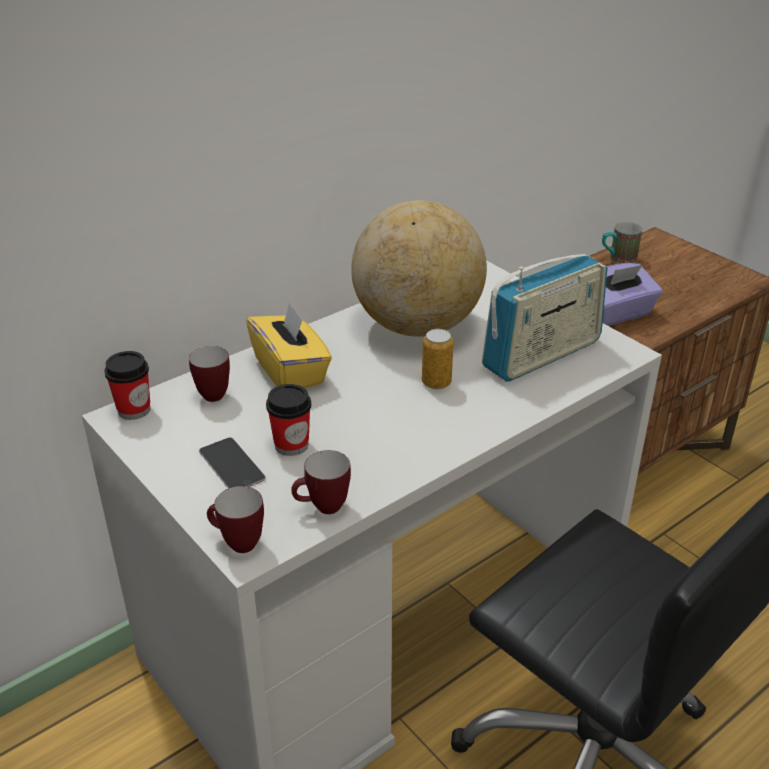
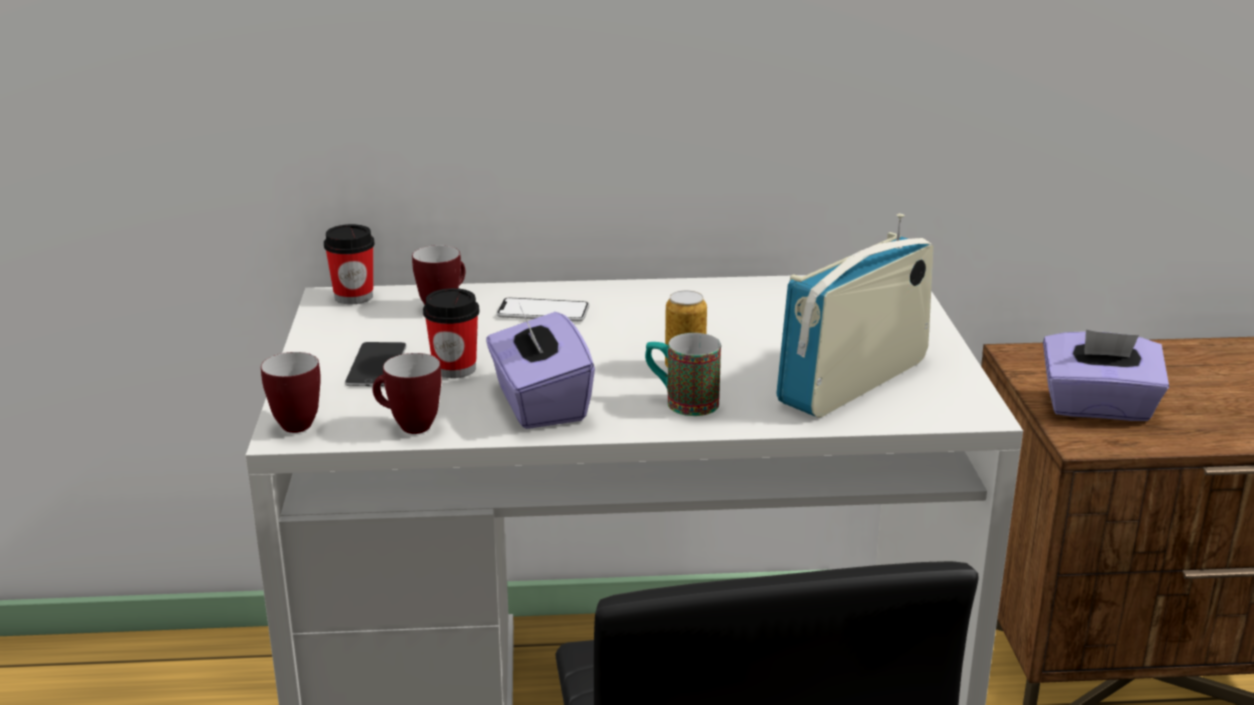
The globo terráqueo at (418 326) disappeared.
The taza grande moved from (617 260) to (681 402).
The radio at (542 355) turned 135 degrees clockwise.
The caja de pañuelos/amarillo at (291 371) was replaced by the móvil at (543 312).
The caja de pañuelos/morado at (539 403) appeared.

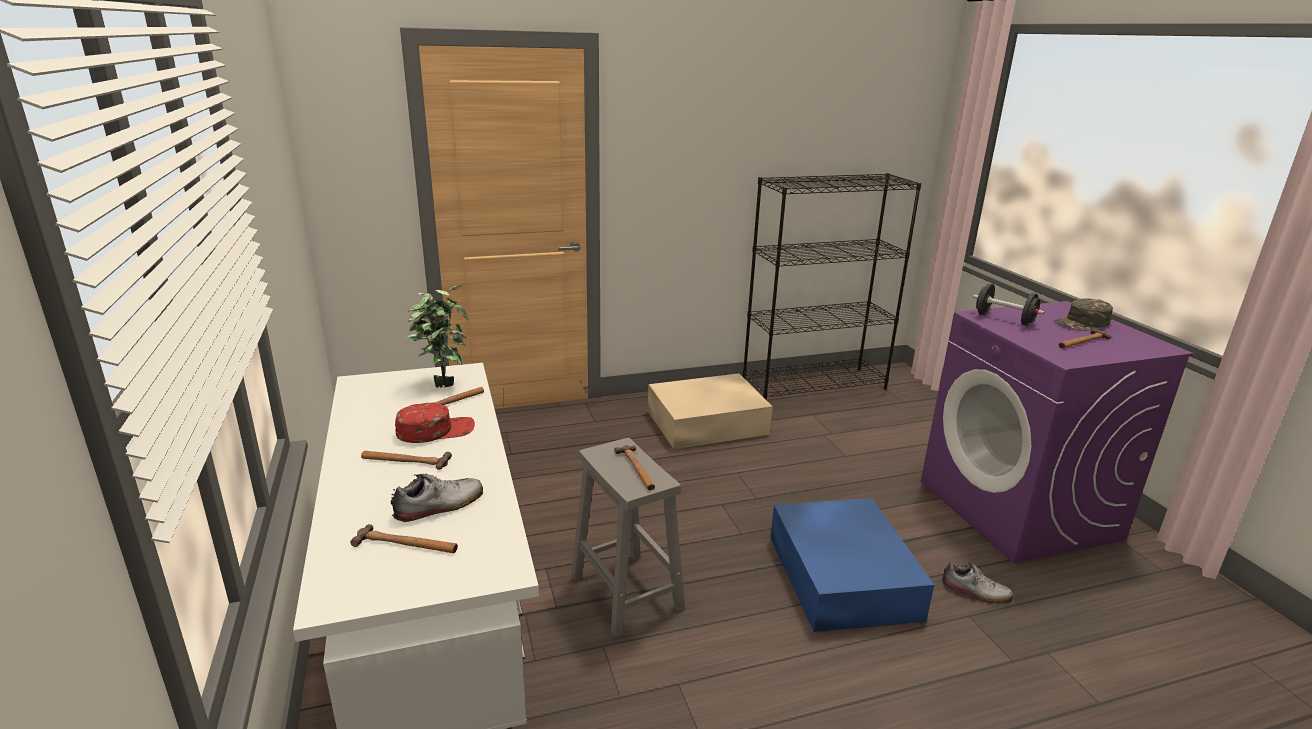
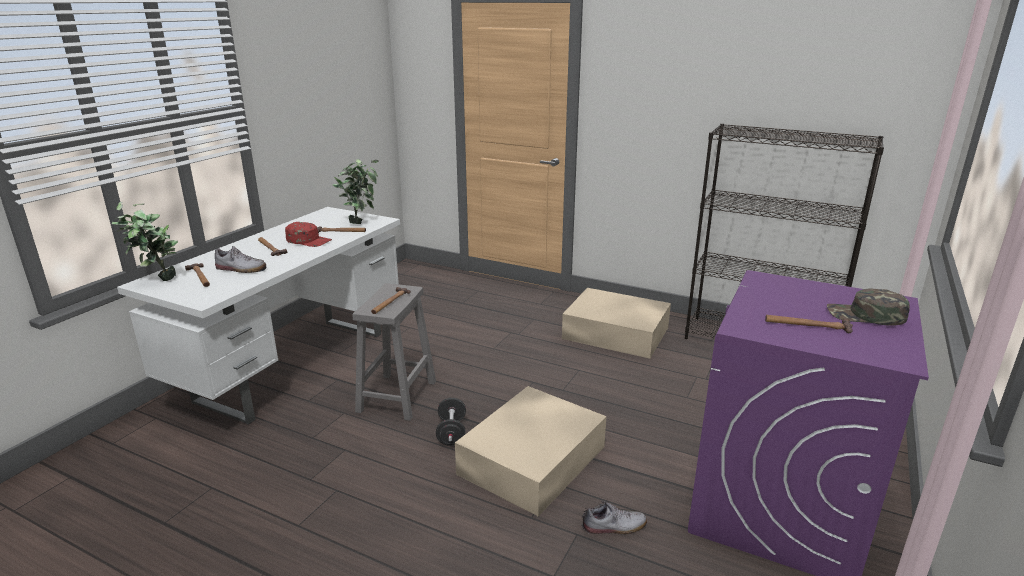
The mancuerna/negro moved from (1004 319) to (451 433).
The caja de almacenaje/azul at (842 575) became the caja de almacenaje/beis at (534 459).
The zapato at (975 591) turned 75 degrees counterclockwise.
The planta en maceta at (157 281) appeared.

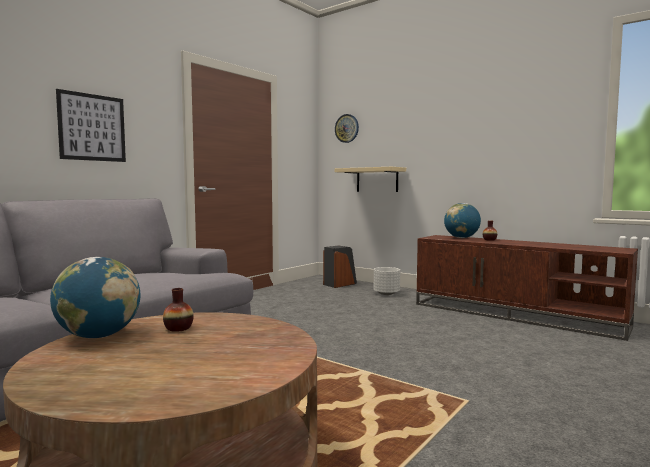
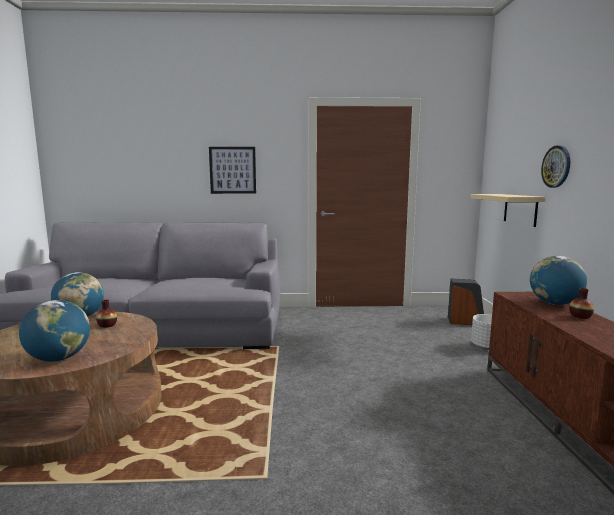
The reloj de pared moved from (347 128) to (556 166).
The globo terráqueo at (59 358) appeared.

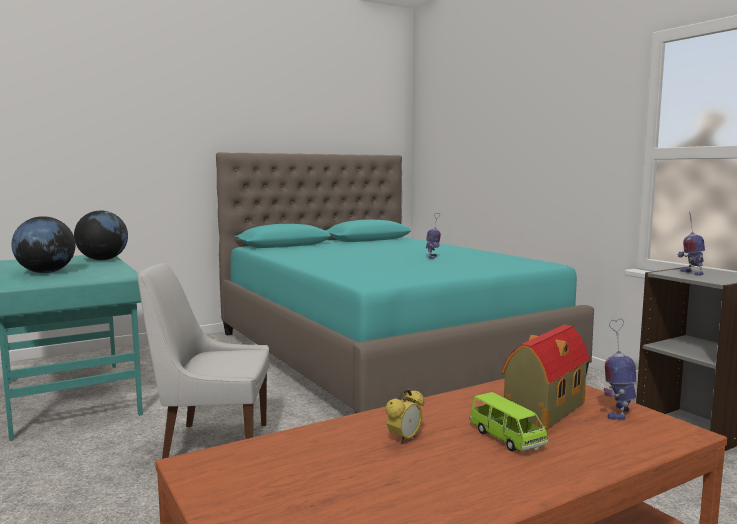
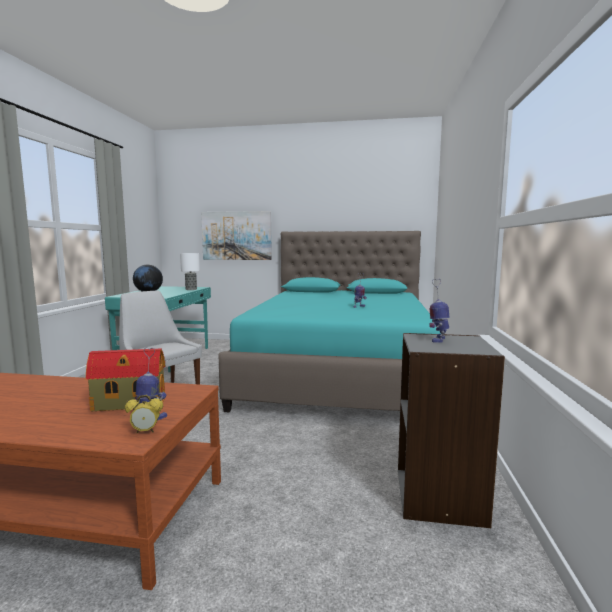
The globo terráqueo at (103 260) was replaced by the lámpara de mesa at (191 289).
The despertador moved from (404 439) to (145 431).
The coche de juguete/verde at (506 438) disappeared.
The cuadro at (236 235) appeared.

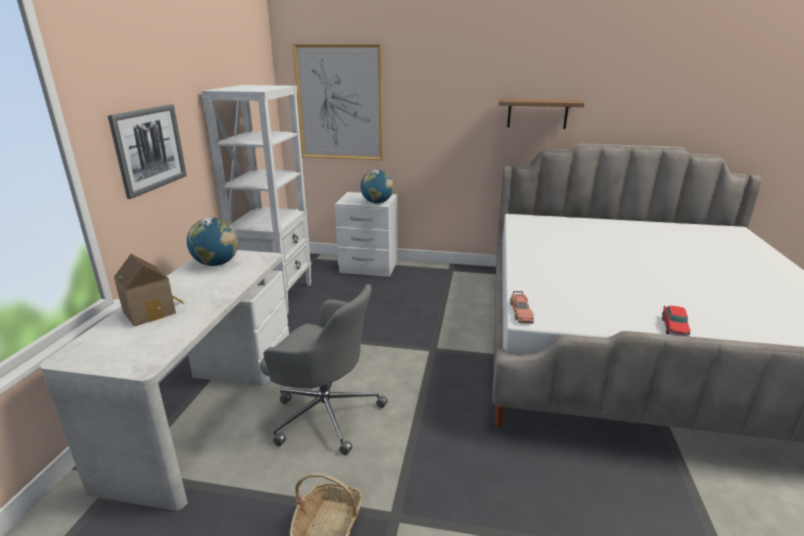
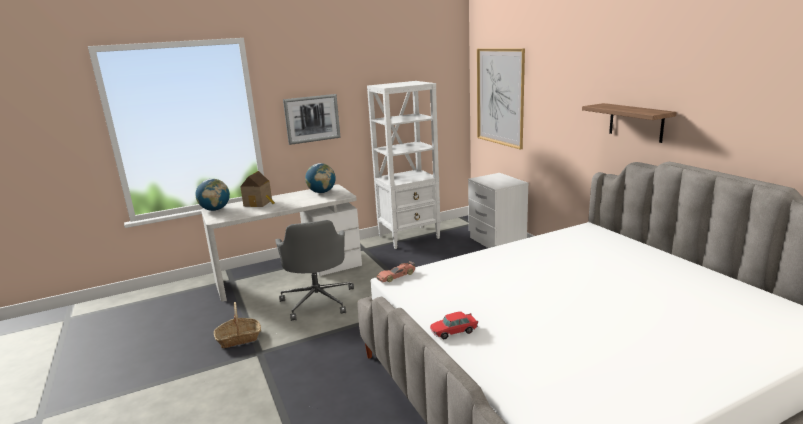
The globo terráqueo moved from (377 202) to (215 209).

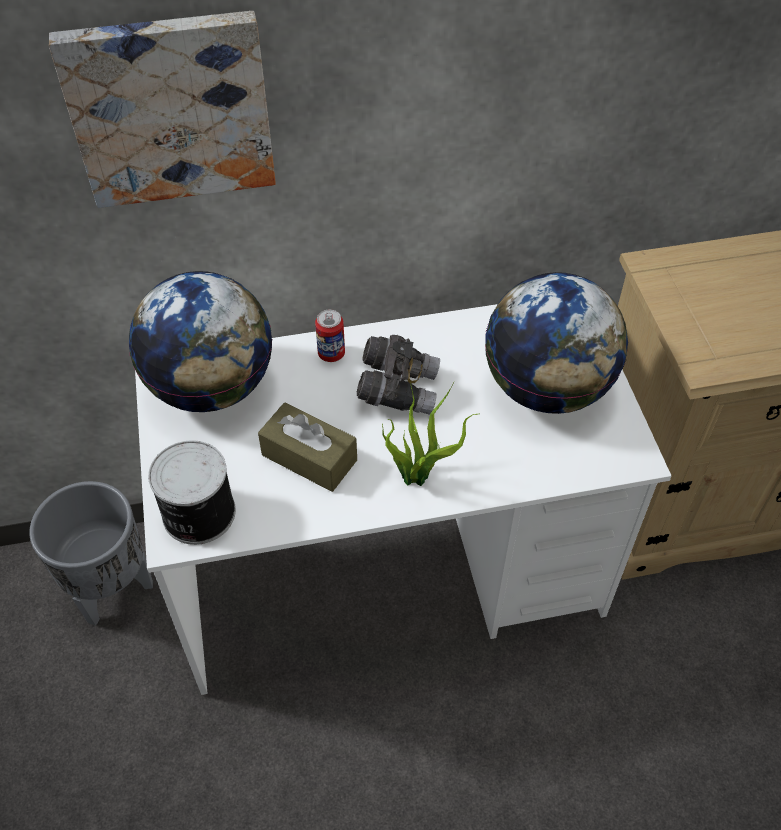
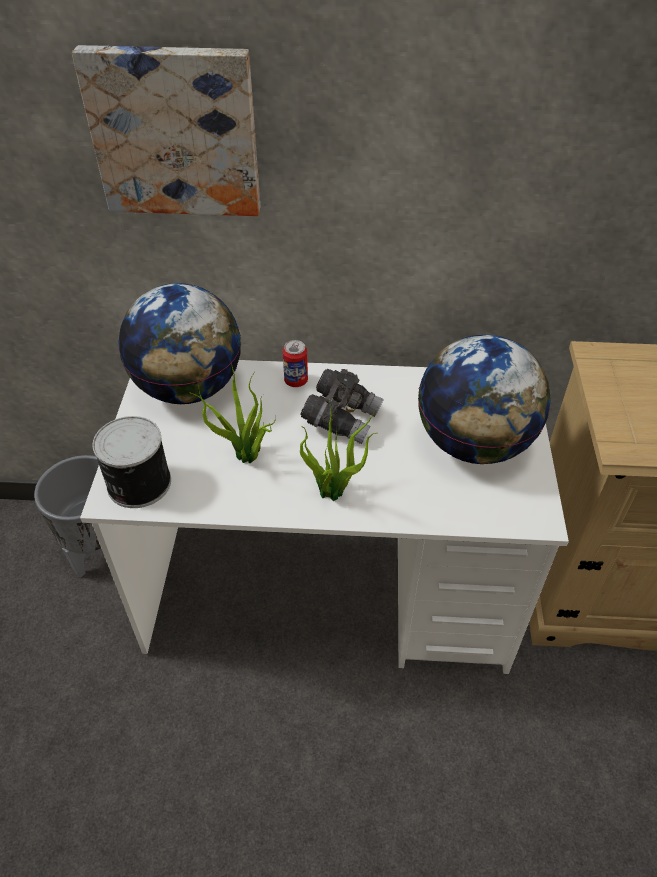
The caja de pañuelos/marrón at (309 457) was replaced by the planta en maceta at (246 458).

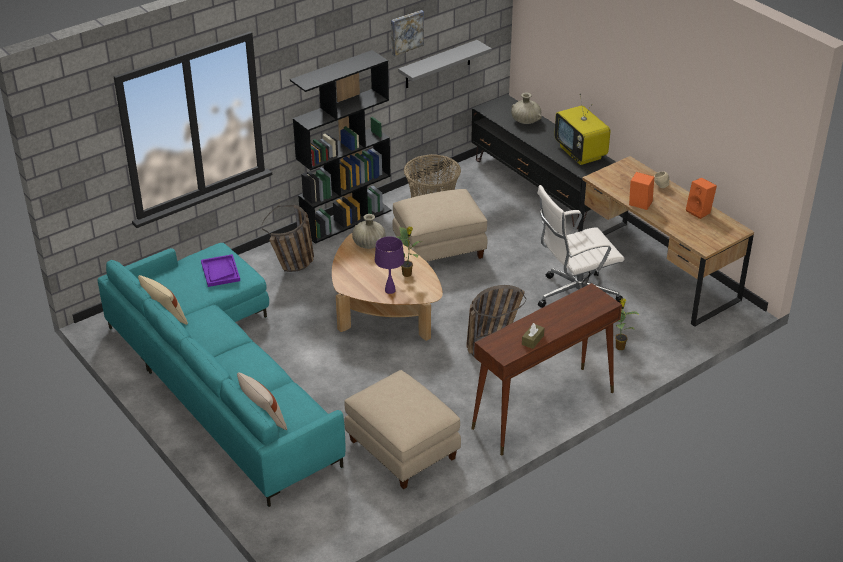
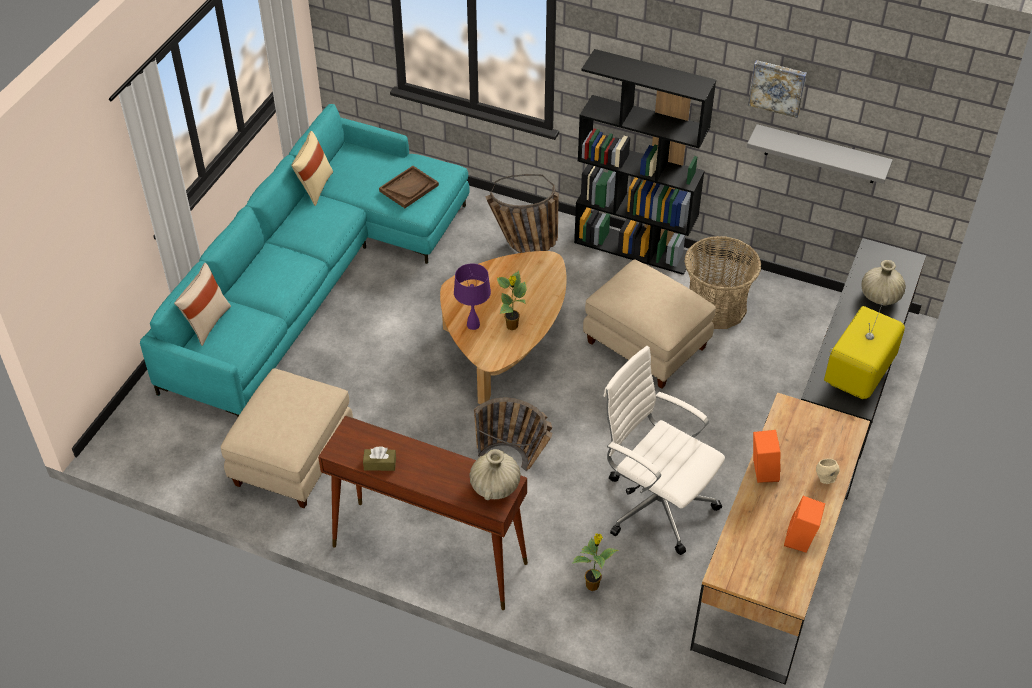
The florero/beis moved from (369 244) to (495 486).
The bandeja/morado at (220 271) became the bandeja/marrón at (409 188).

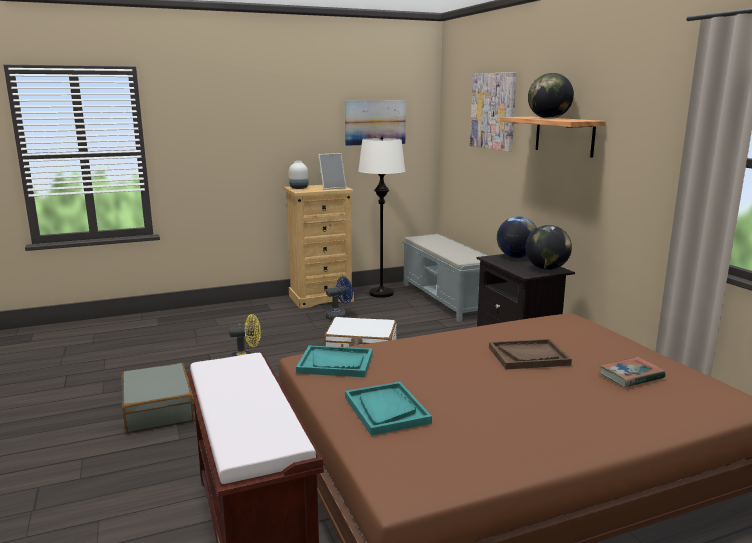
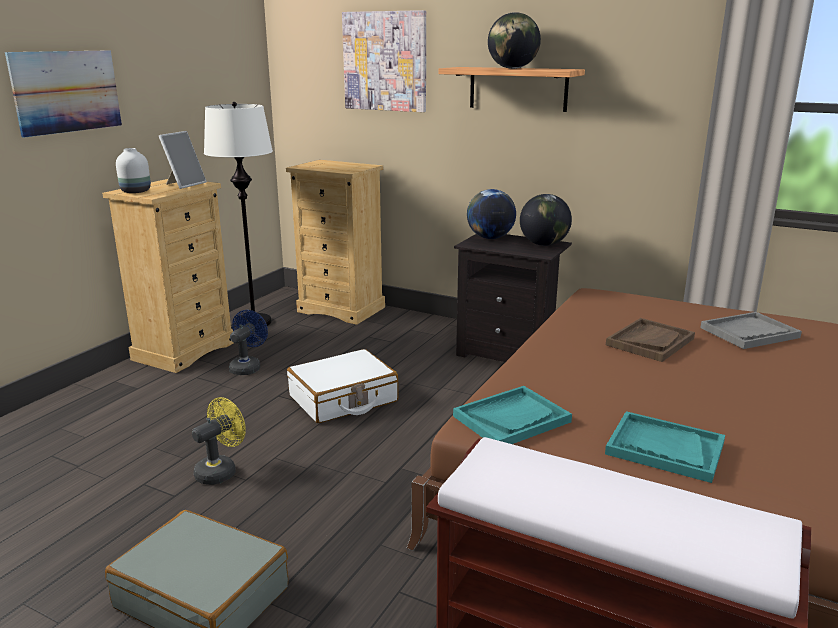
The cuadro moved from (375 122) to (67 91).
The banco/gris at (447 299) was replaced by the cómoda/beis at (341 309).
The libro at (631 376) was replaced by the bandeja/gris at (749 333).

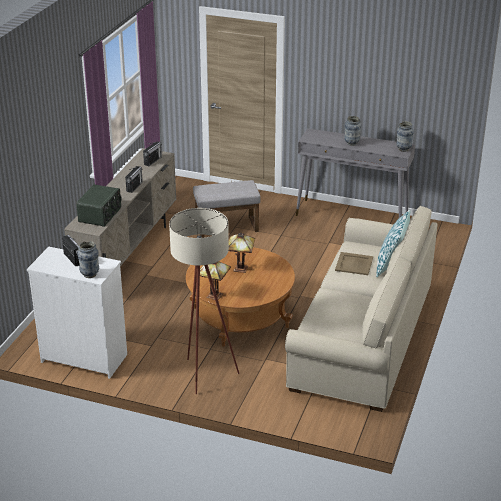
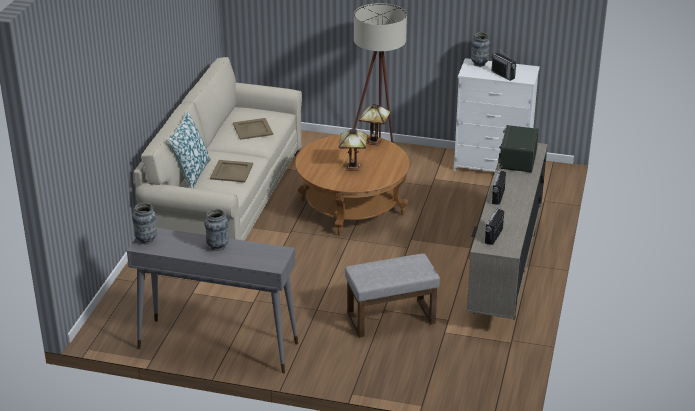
The bandeja/beis at (252 129) appeared.

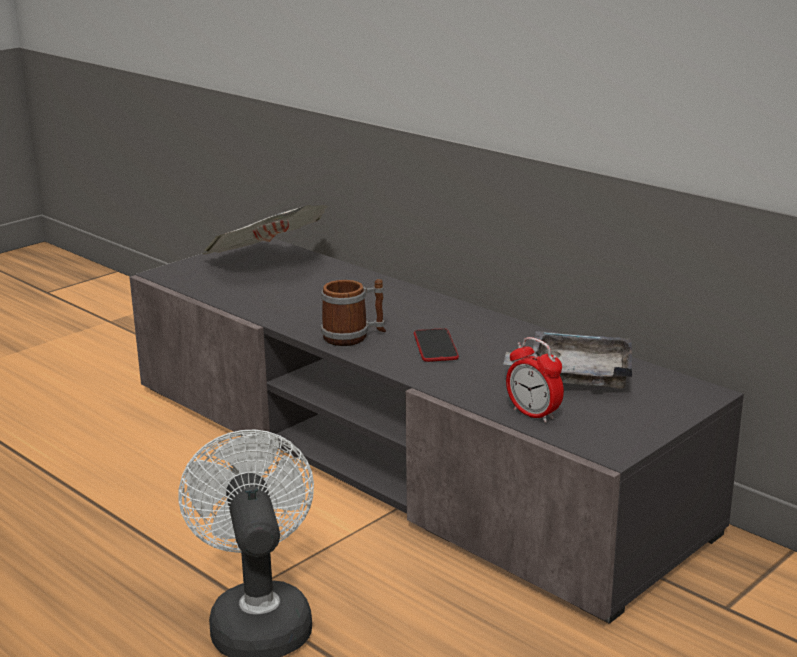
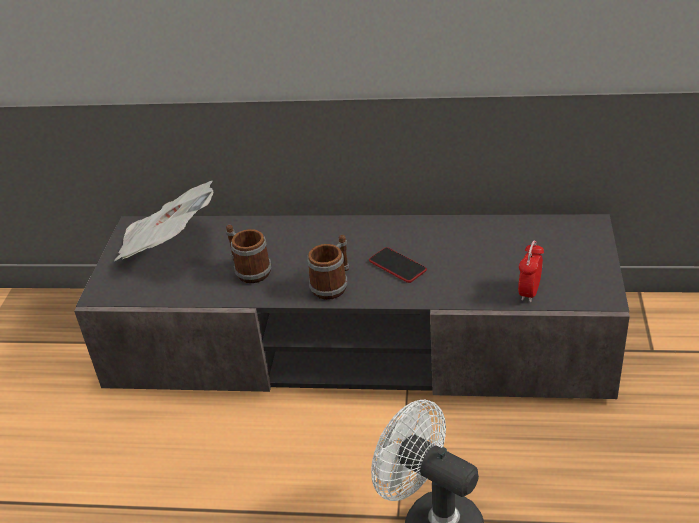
The bandeja/gris at (574 376) disappeared.
The despertador at (533 414) turned 105 degrees clockwise.
The taza grande at (249 270) appeared.

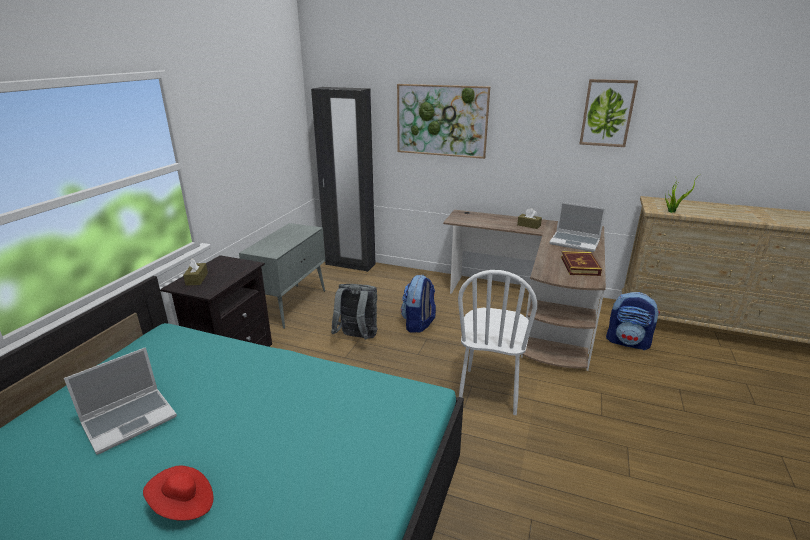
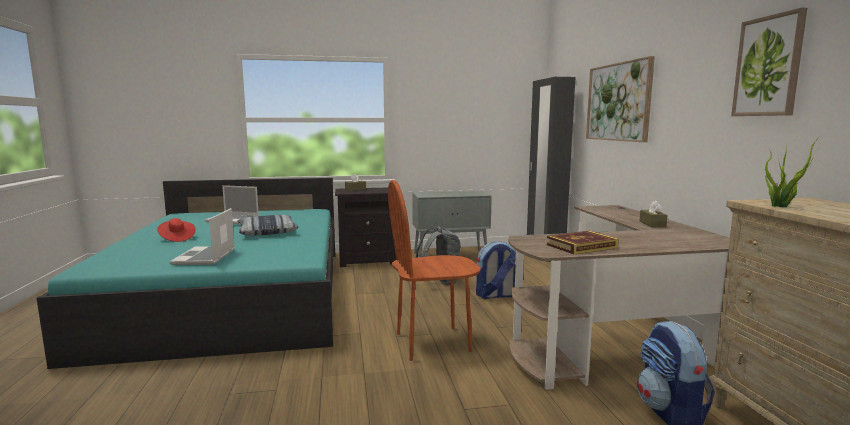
The portátil moved from (575 242) to (205 257).
The silla/blanco at (489 391) became the silla/marrón at (433 342).
The cojín at (267 232) appeared.

